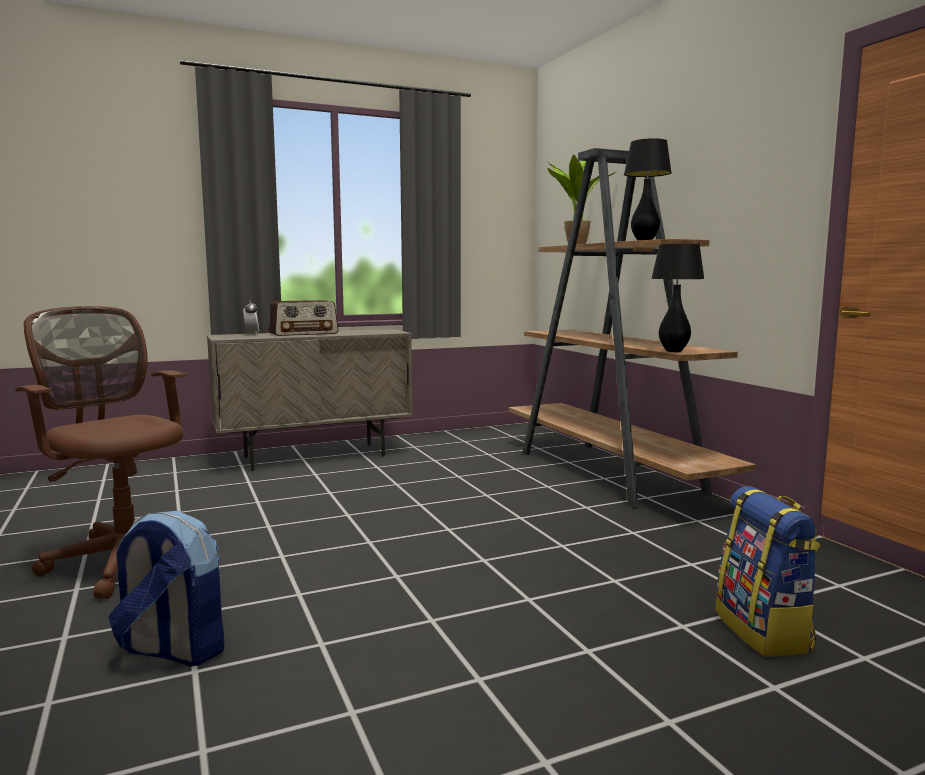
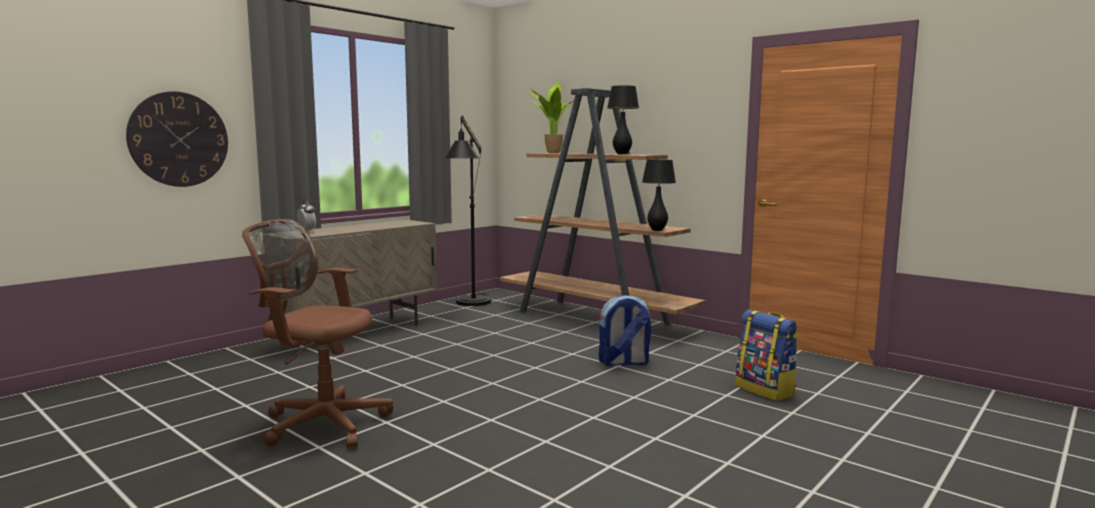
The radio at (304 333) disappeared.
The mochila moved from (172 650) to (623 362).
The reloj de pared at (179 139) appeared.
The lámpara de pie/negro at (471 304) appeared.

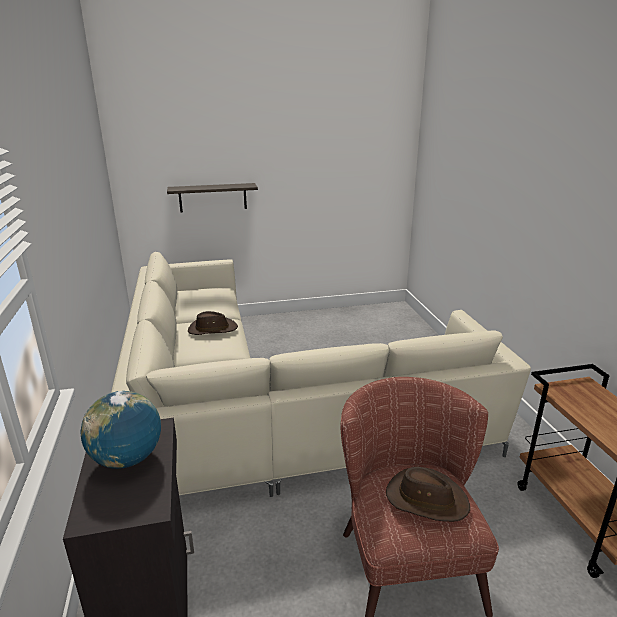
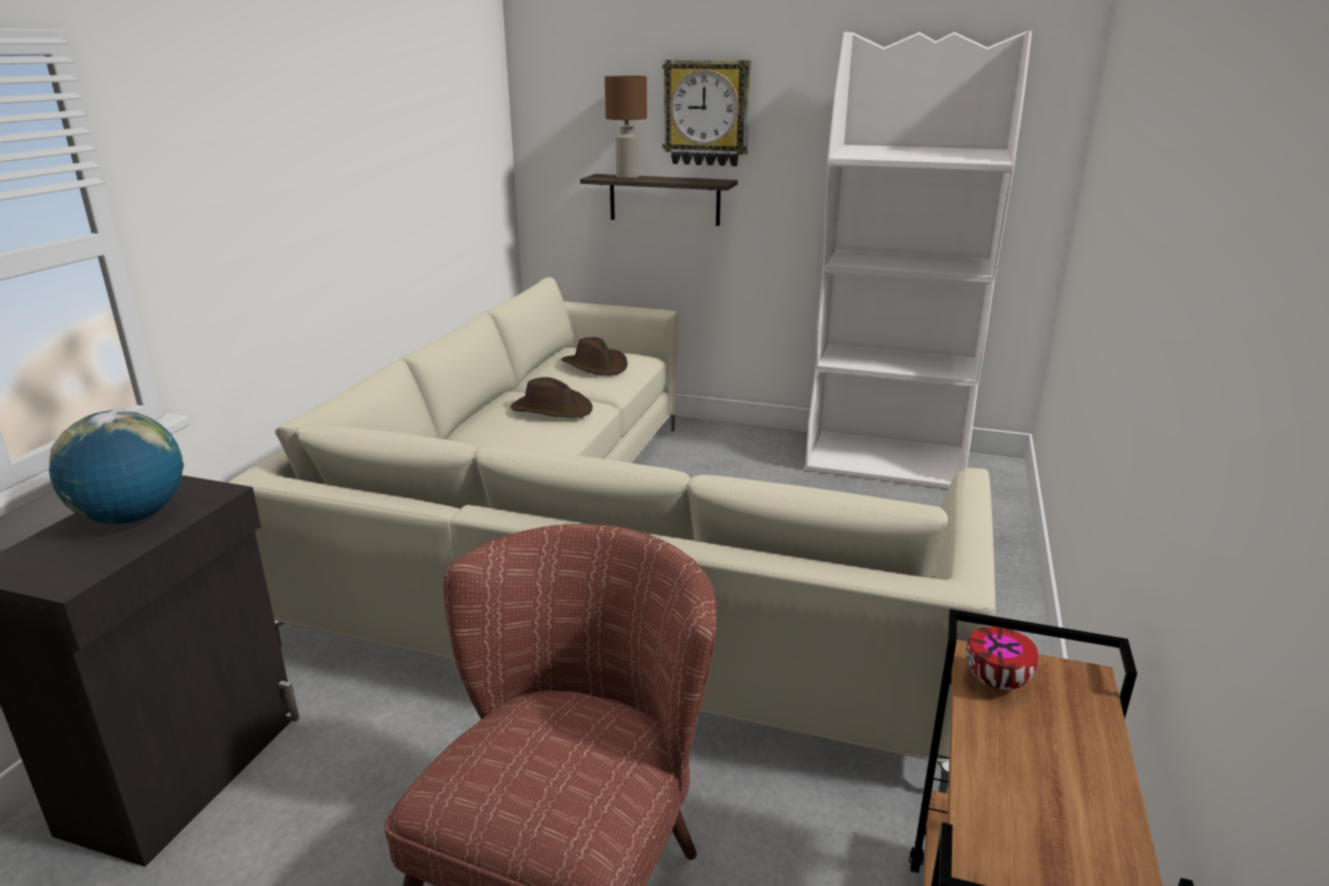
The sombrero/marrón moved from (426 499) to (596 366).
The estantería/blanco at (887 461) appeared.
The reloj de pared at (707 113) appeared.
The lámpara de mesa/marrón at (627 177) appeared.
The cuenco at (997 682) appeared.

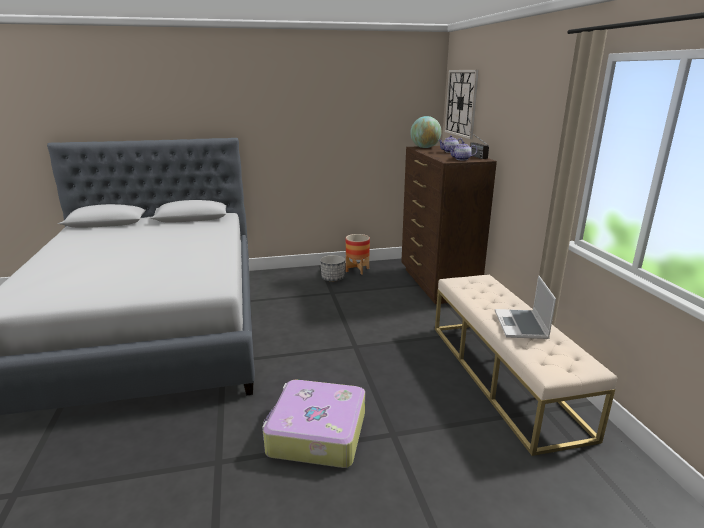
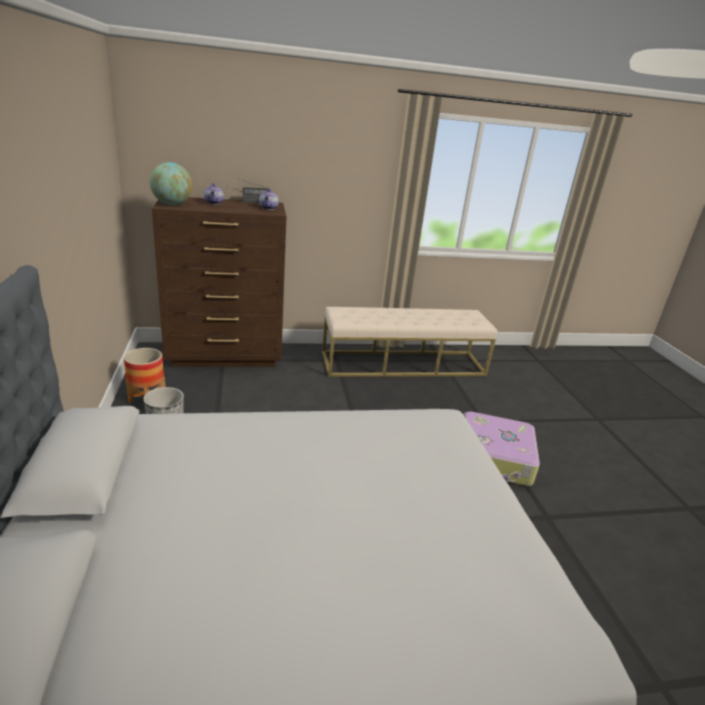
The reloj de pared at (461 103) disappeared.
The portátil at (521 326) disappeared.

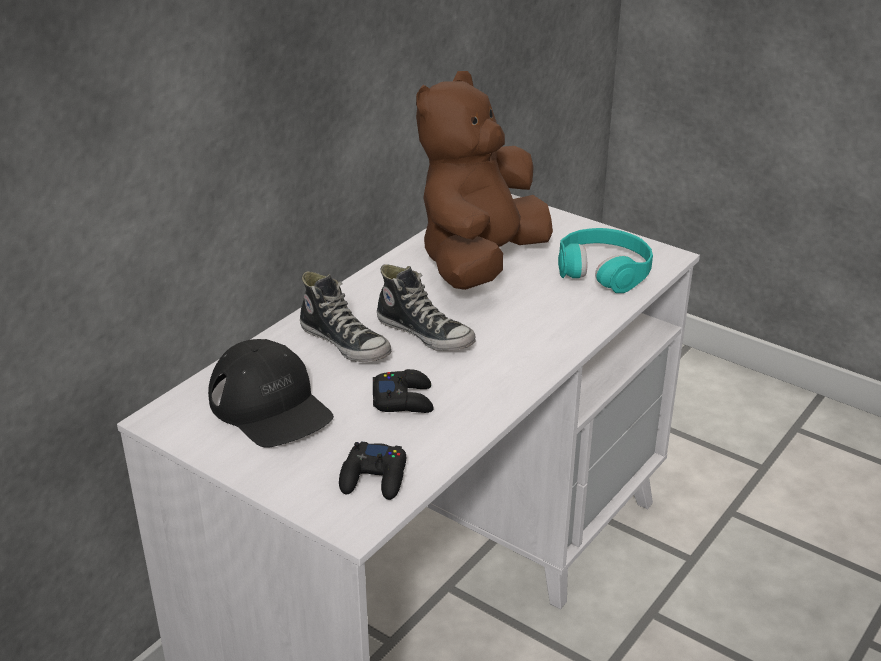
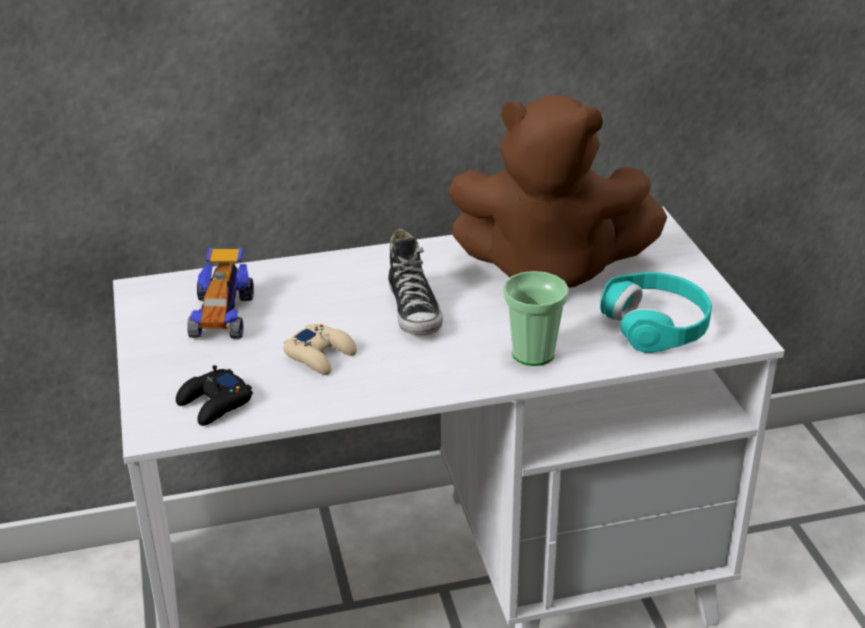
The peluche/marrón at (480 263) turned 150 degrees counterclockwise.
The zapato at (345 343) disappeared.
The gorra/negro at (270 406) was replaced by the coche de juguete at (222 315).
The mando de consola/negro at (403 399) became the mando de consola/beis at (321 355).
The taza at (533 353) appeared.

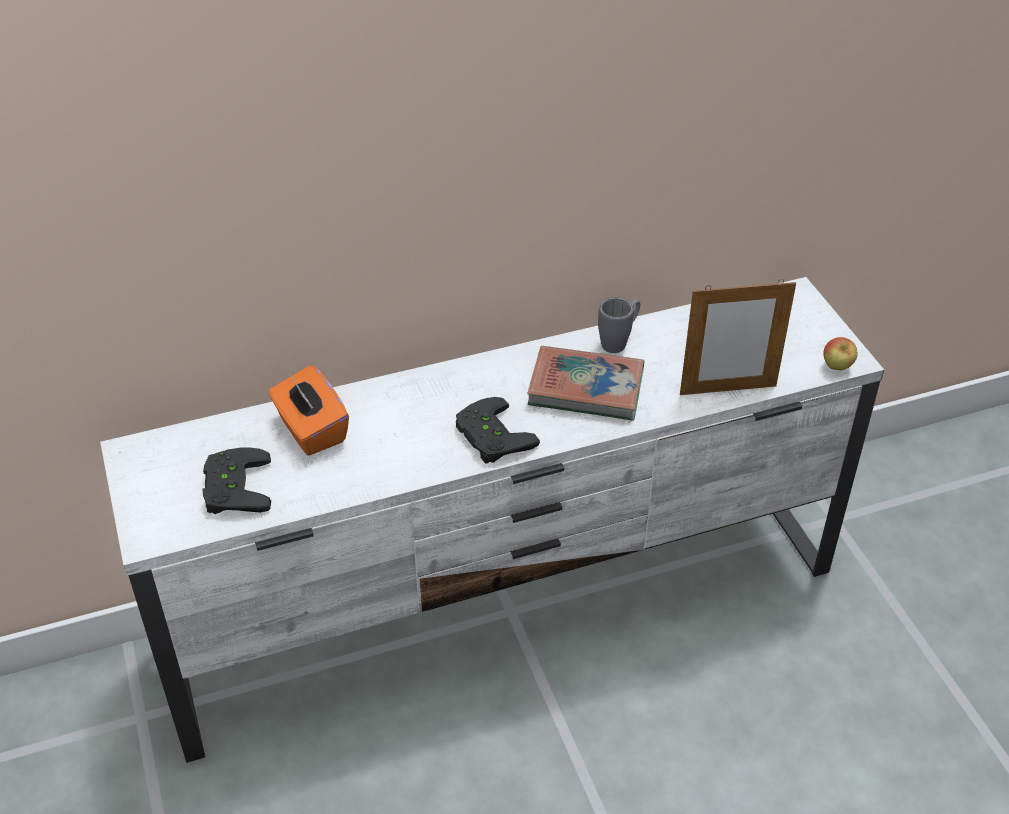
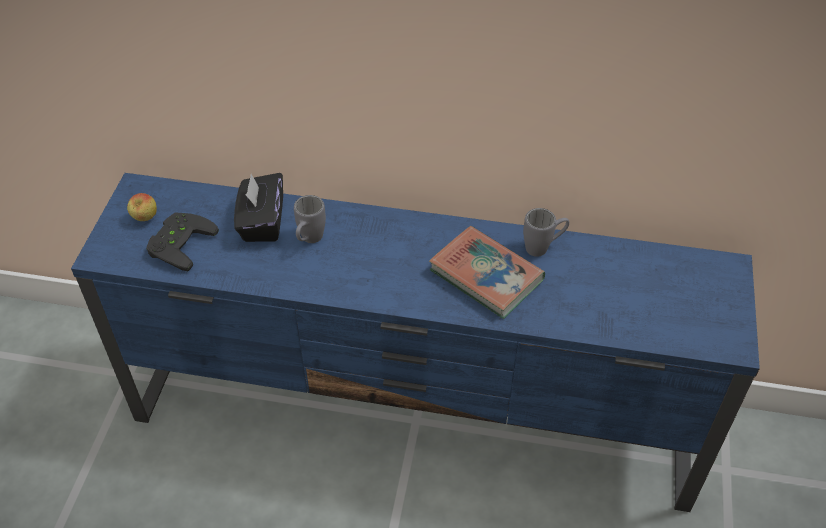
The mueble de televisión/blanco at (507 607) became the mueble de televisión/azul at (415 415).
The portarretratos at (728 390) disappeared.
The manzana moved from (837 367) to (145 218).
The caja de pañuelos/naranja at (311 430) became the caja de pañuelos/negro at (262 222).
The mando de consola/negro at (489 437) disappeared.
The taza grande/gris at (309 241) appeared.

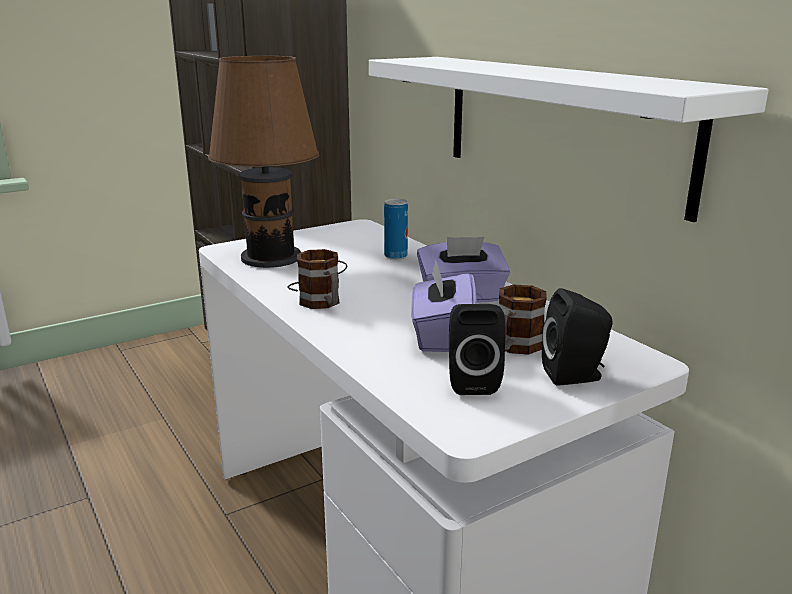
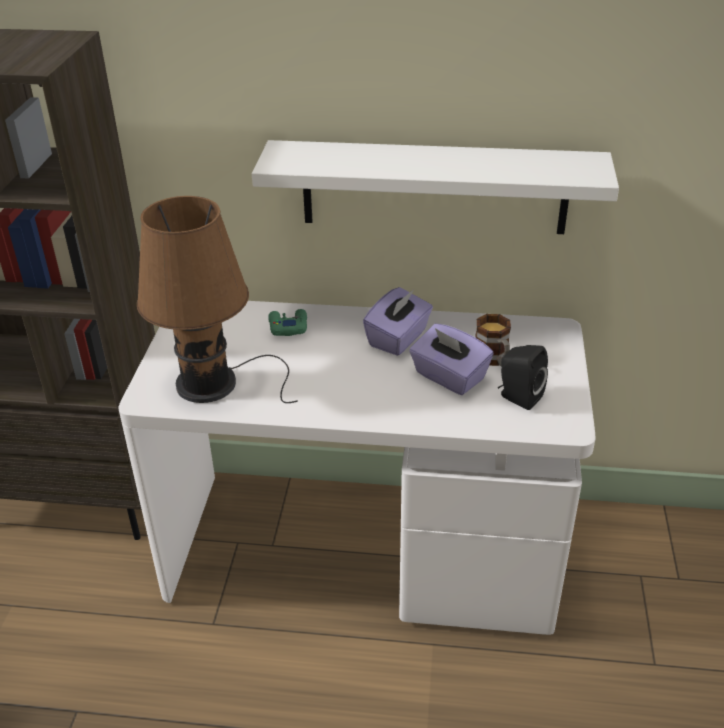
The lata at (395 256) was replaced by the mando de consola/verde at (288 327).
The taza grande at (323 304) disappeared.
The altavoz/negro at (575 376) disappeared.

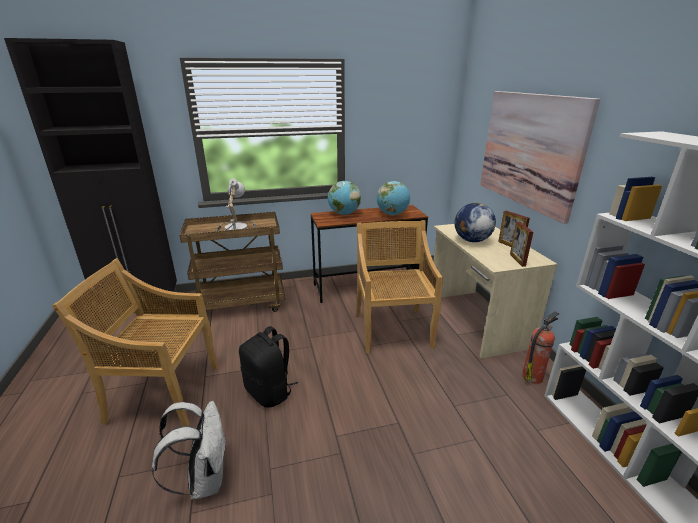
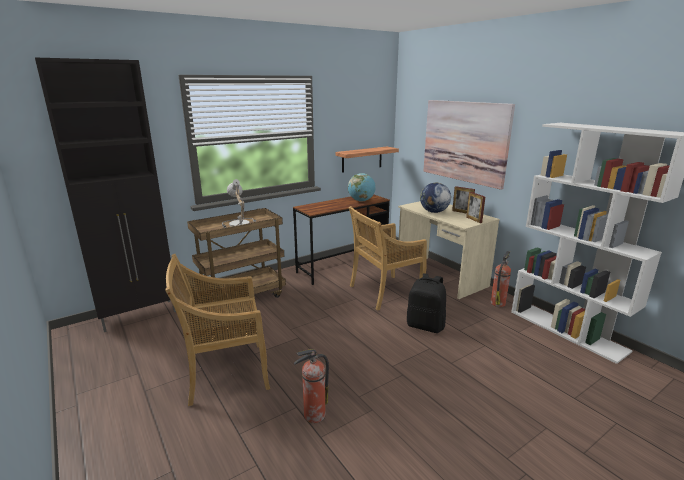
The globo terráqueo at (344 214) disappeared.
The silla/beis at (393 329) turned 90 degrees counterclockwise.
The mochila/negro moved from (269 392) to (425 325).
The mochila/blanco at (204 479) was replaced by the extintor at (313 415).
The estante at (362 159) appeared.

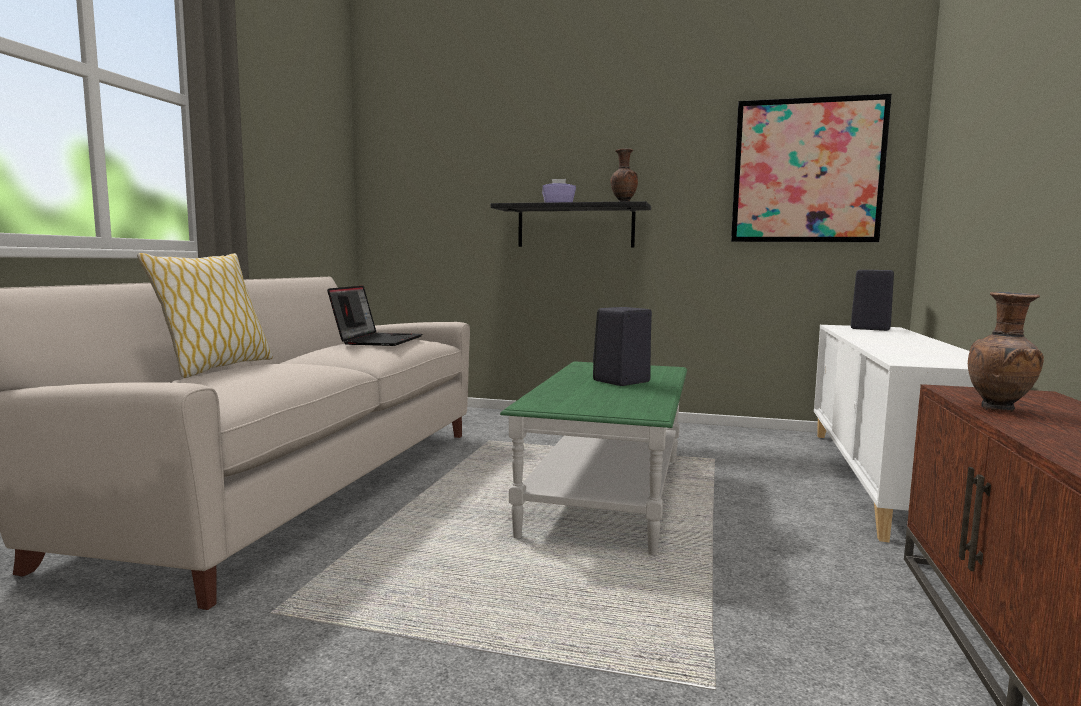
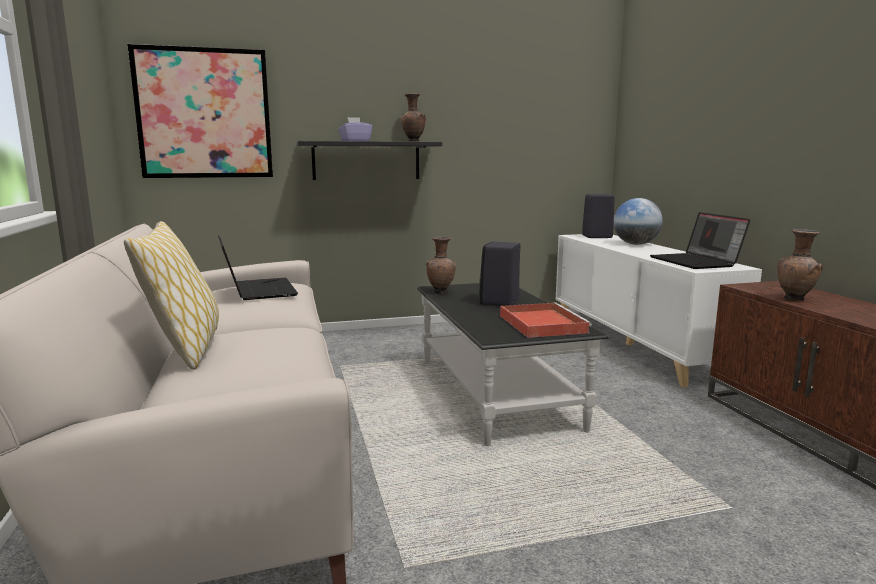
The cuadro moved from (807 171) to (204 114).
The mesa de centro/verde at (607 494) became the mesa de centro/negro at (495 393).
The globo terráqueo at (636 244) appeared.
The portátil at (696 262) appeared.
The florero/marrón at (441 292) appeared.
The bandeja/rojo at (541 323) appeared.

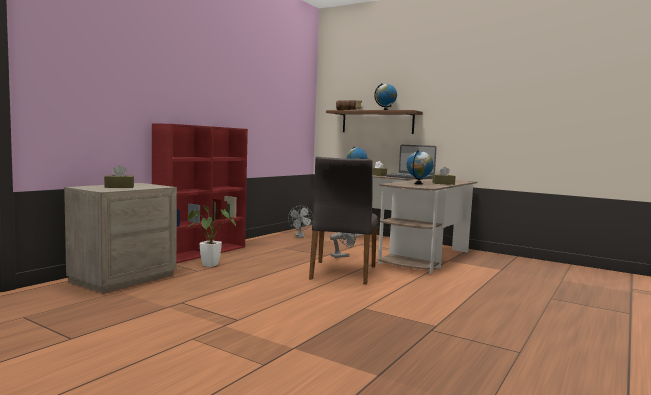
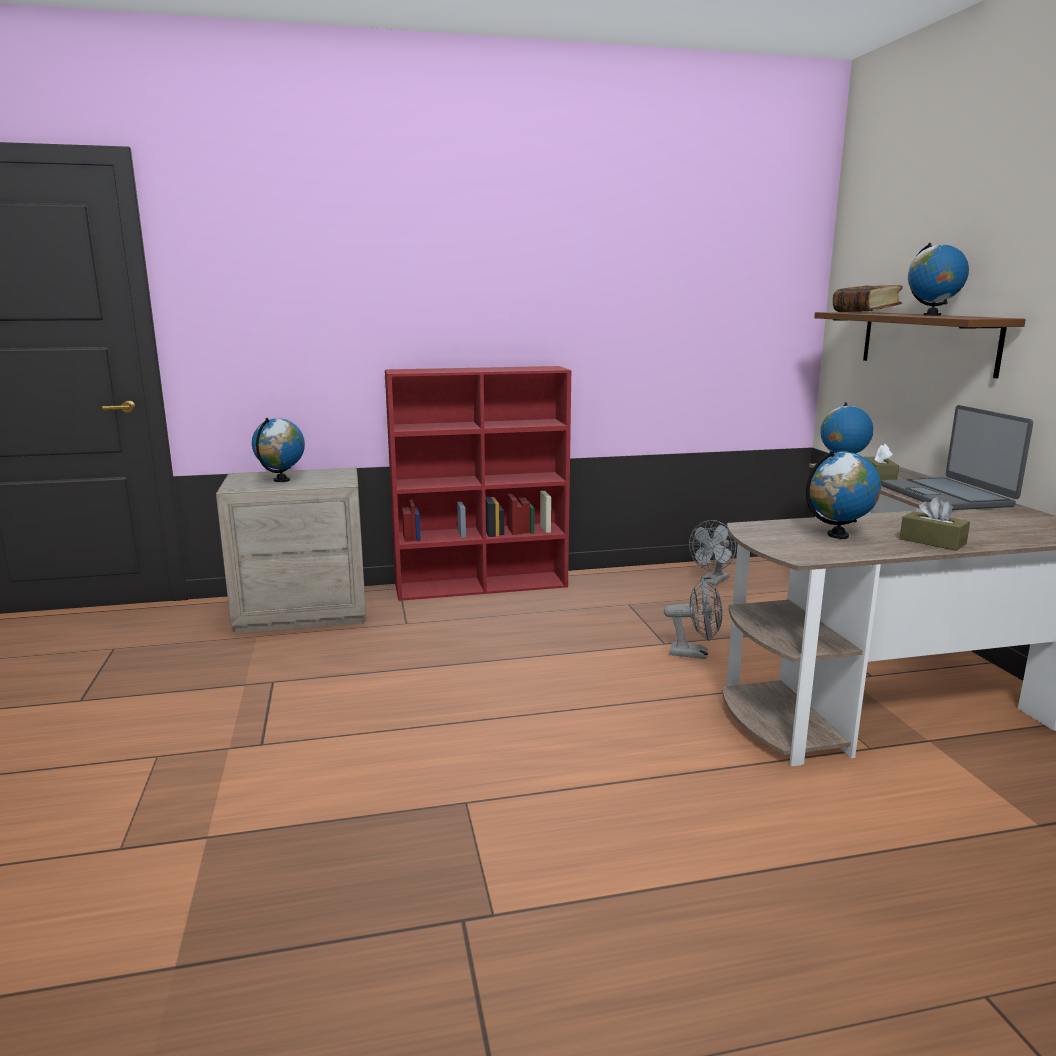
The silla/gris at (342 272) disappeared.
The caja de pañuelos/marrón at (119 187) was replaced by the globo terráqueo at (281 480).
The planta en maceta at (207 264) disappeared.

